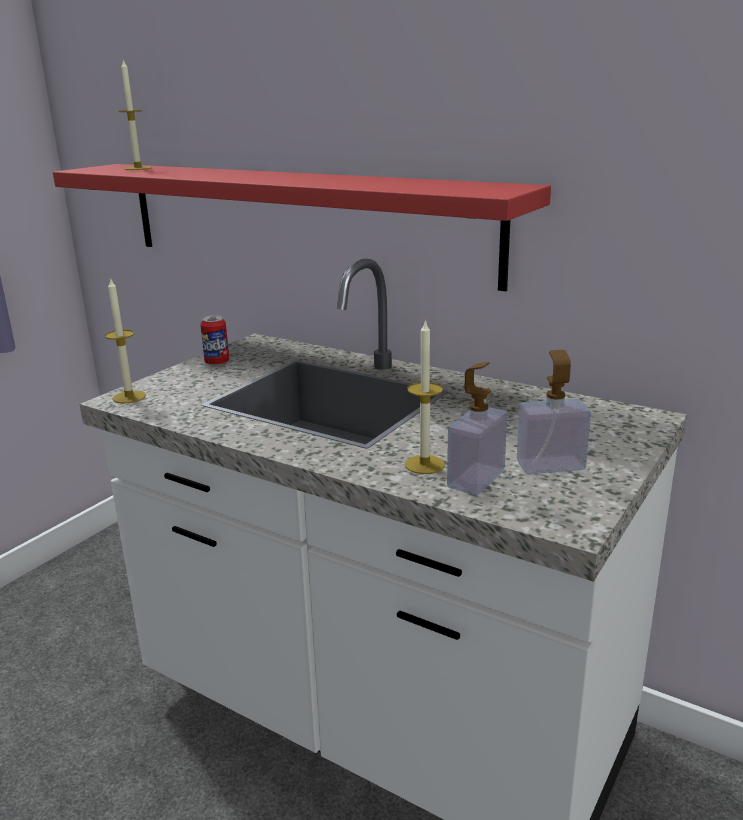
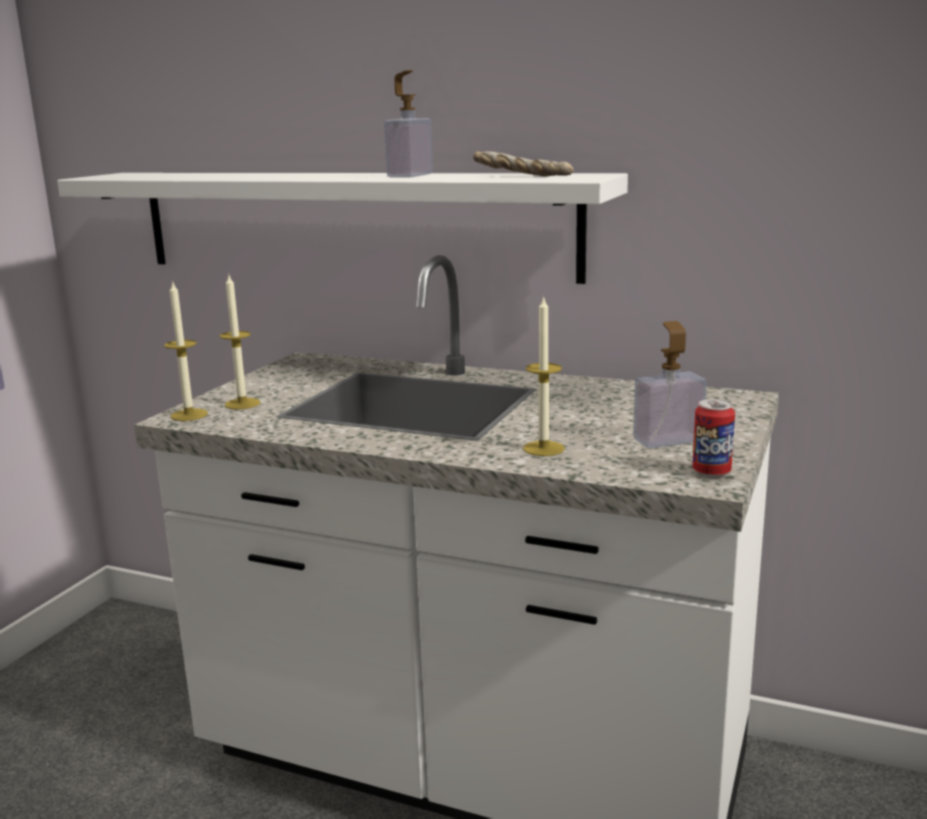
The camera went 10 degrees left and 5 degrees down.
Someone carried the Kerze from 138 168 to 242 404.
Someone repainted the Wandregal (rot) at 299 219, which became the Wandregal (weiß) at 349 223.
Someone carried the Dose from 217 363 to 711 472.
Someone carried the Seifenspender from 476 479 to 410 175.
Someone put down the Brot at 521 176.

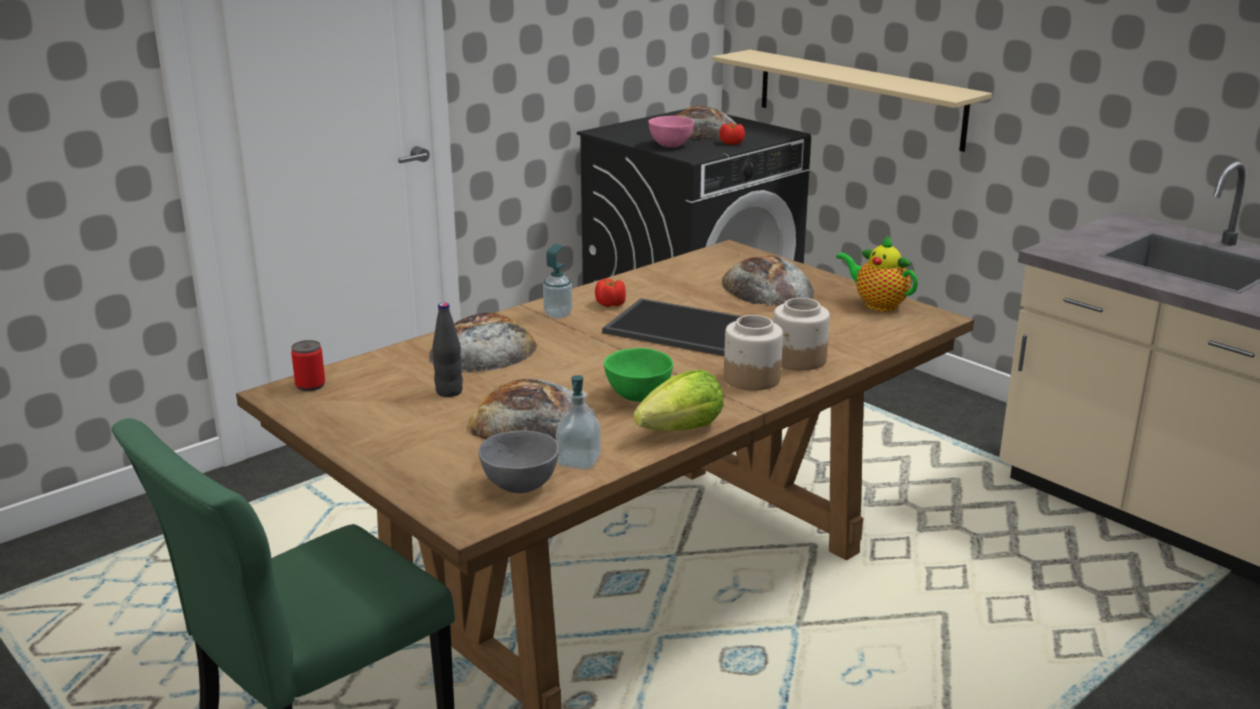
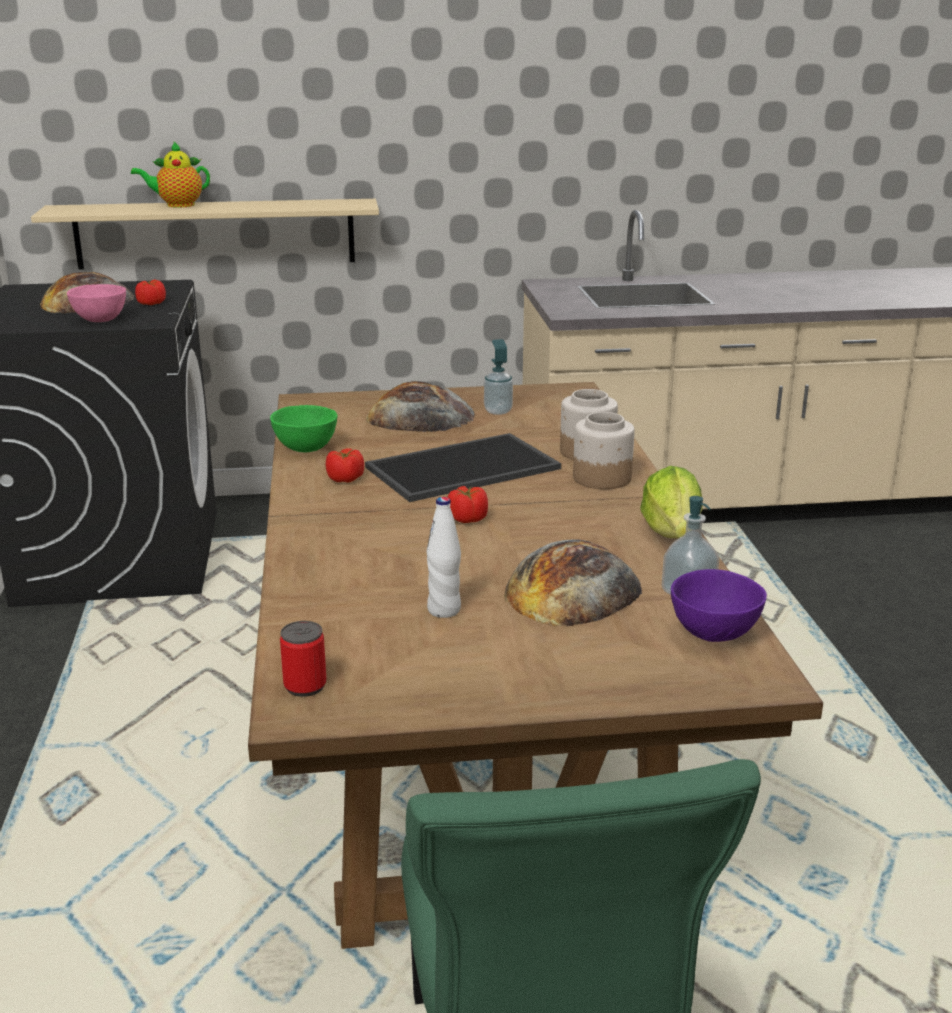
The camera went 55 degrees left and 0 degrees up.
Someone carried the Teekanne from 877 304 to 177 205.
Someone carried the Seifenspender from 558 314 to 498 411.
Someone repainted the Flasche (schwarz) at 449 392, which became the Flasche (weiß) at 444 610.
Someone took away the Brot at 483 350.
Someone carried the Schüssel (grün) from 638 395 to 305 448.
Someone repainted the Schüssel (grau) at 520 487, which became the Schüssel (lila) at 715 635.
Someone put down the Tomate at 467 519.

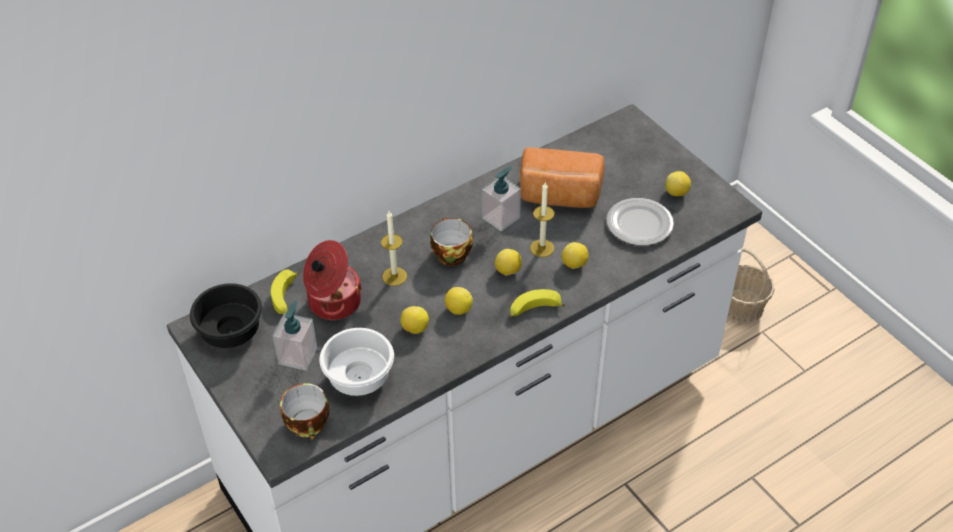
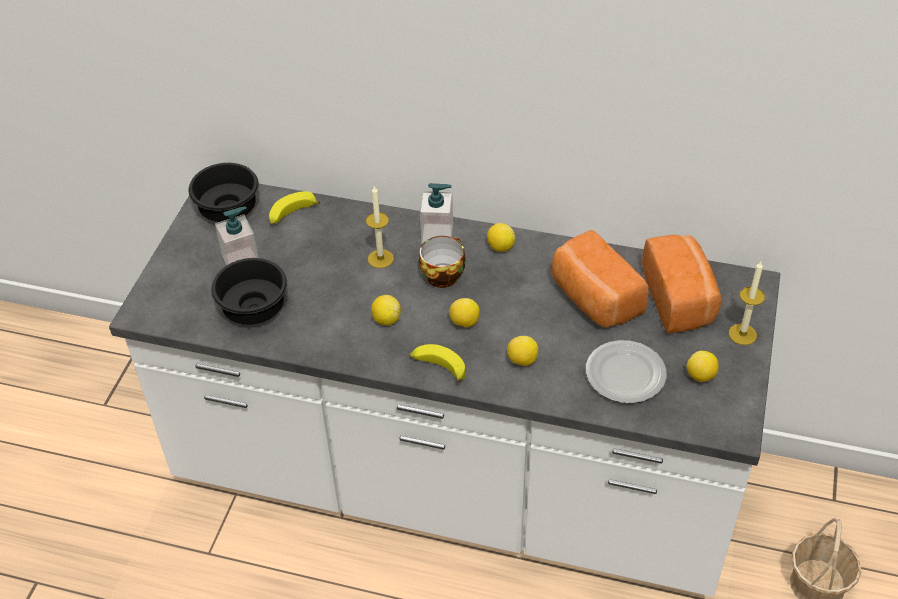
The camera went 50 degrees right and 0 degrees up.
Someone carried the Seifenspender from 501 217 to 437 234.
Someone carried the Kerze from 542 248 to 742 334.
Someone took away the Kochtopf at 333 302.
Someone carried the Zitrone from 414 328 to 500 247.
Someone repainted the Schüssel (weiß) at 358 376, which became the Schüssel (schwarz) at 254 307.
Someone took away the Tasse at 309 425.
Someone put down the Brot at 680 299.

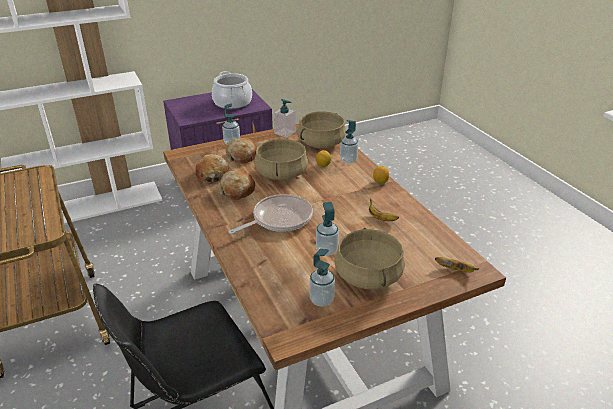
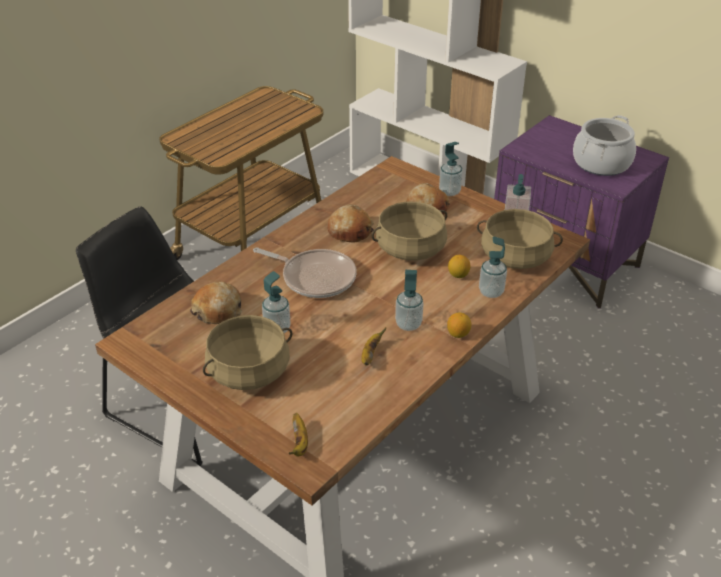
The camera went 65 degrees right and 5 degrees up.
Someone carried the Brot from 212 174 to 218 310.
Someone carried the Seifenspender from 321 300 to 408 324.

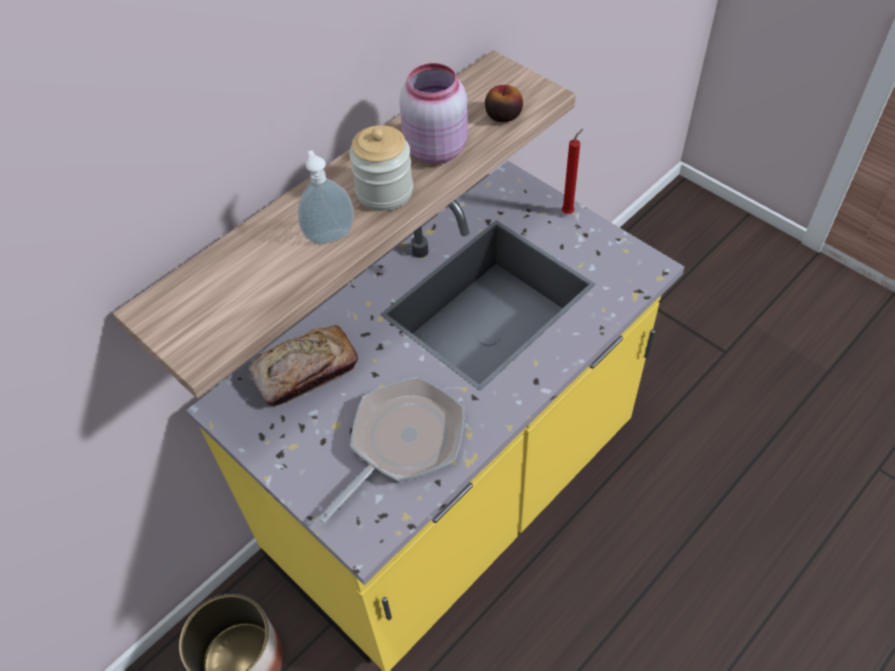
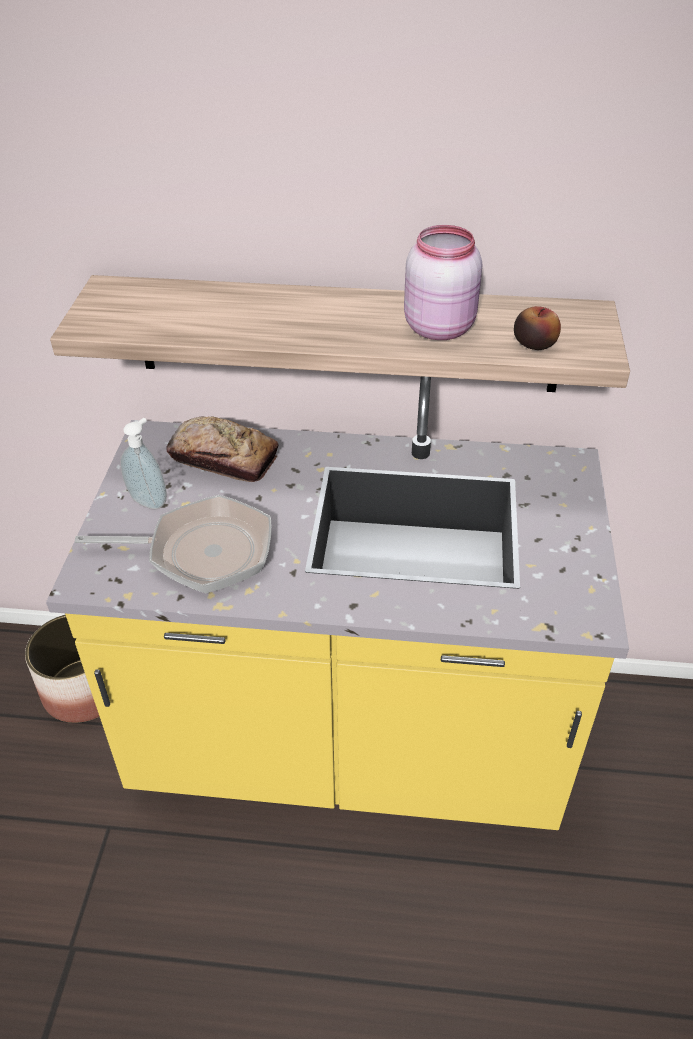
The camera went 50 degrees right and 10 degrees down.
Someone took away the Vorratsglas at 384 191.
Someone took away the Kerze (rot) at 569 212.
Someone carried the Seifenspender from 329 235 to 149 500.

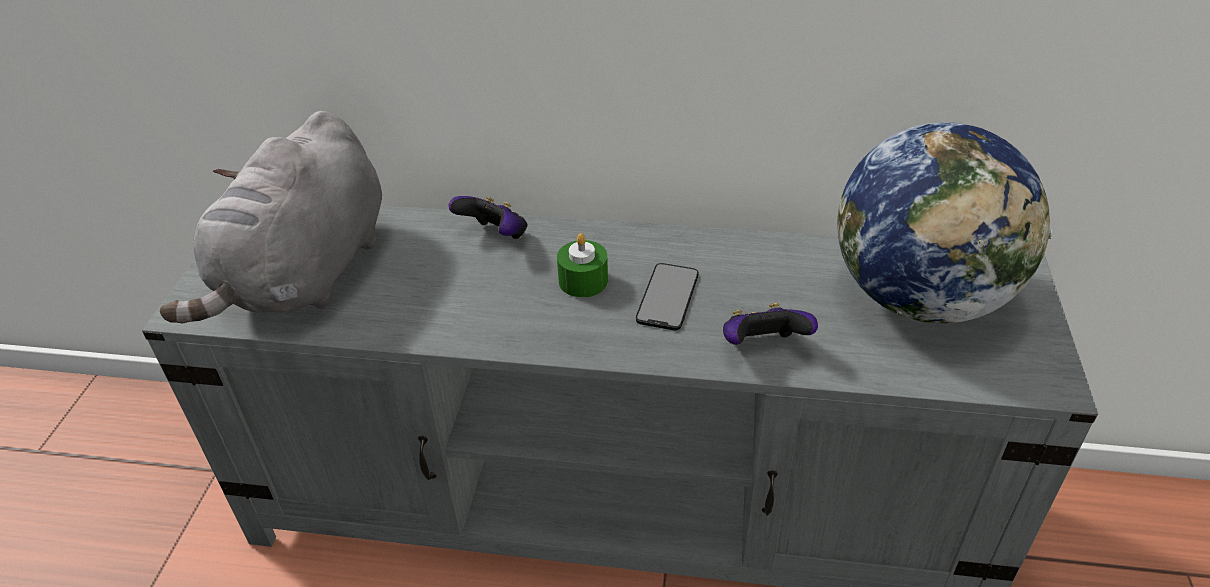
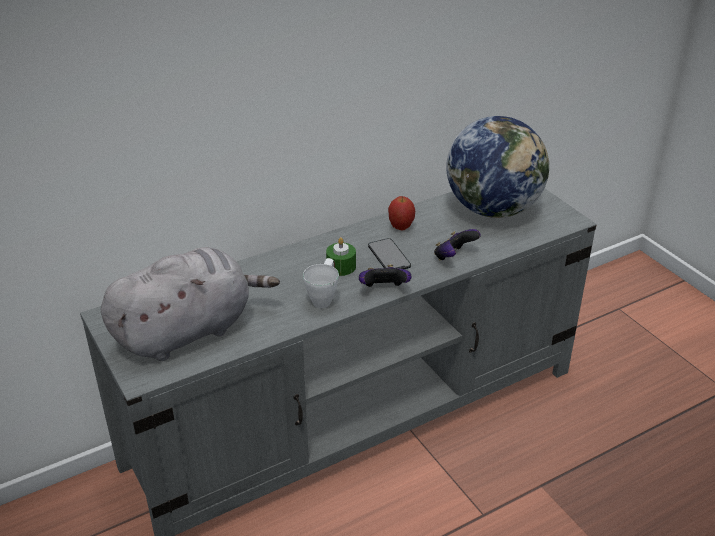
The camera went 40 degrees left and 5 degrees down.
Someone rotated the Plüschtier (grau) at 306 276 by 105 degrees counterclockwise.
Someone carried the Gamepad from 495 236 to 383 290.
Someone put down the Apfel at 401 227.
Someone put down the Henkelbecher (weiß) at 324 297.

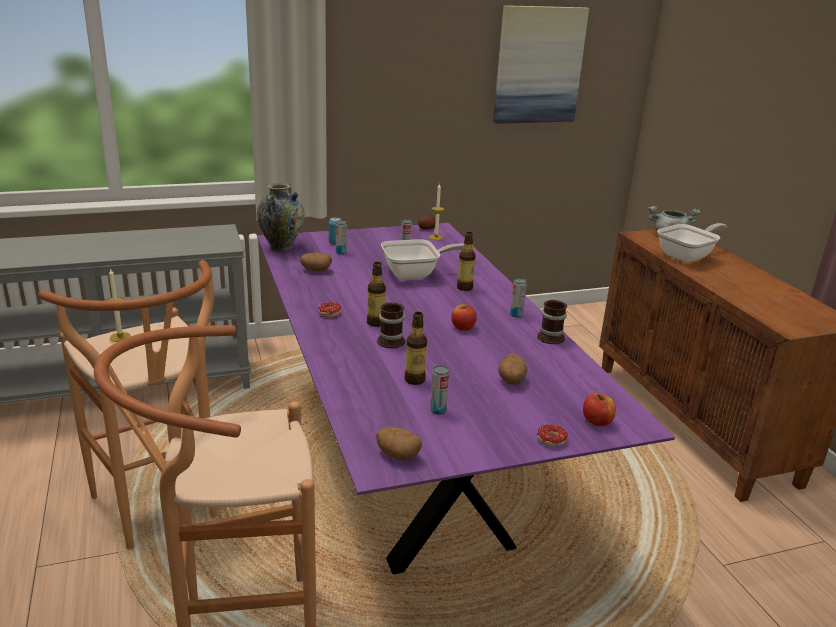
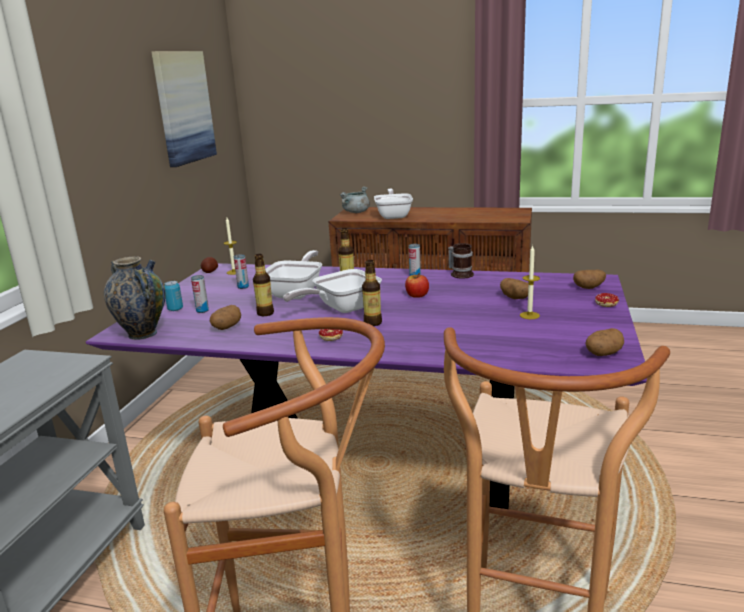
The camera went 55 degrees left and 5 degrees down.
Someone carried the Kerze from 120 337 to 529 315.
Someone took away the Henkelbecher at 392 340.
Someone carried the Flasche from 415 380 to 265 313.
Someone took away the Dose at 438 410.
Someone swapped the Apfel at 597 421 for the Kartoffel at 589 287.
Someone put down the Pfanne at 341 308.

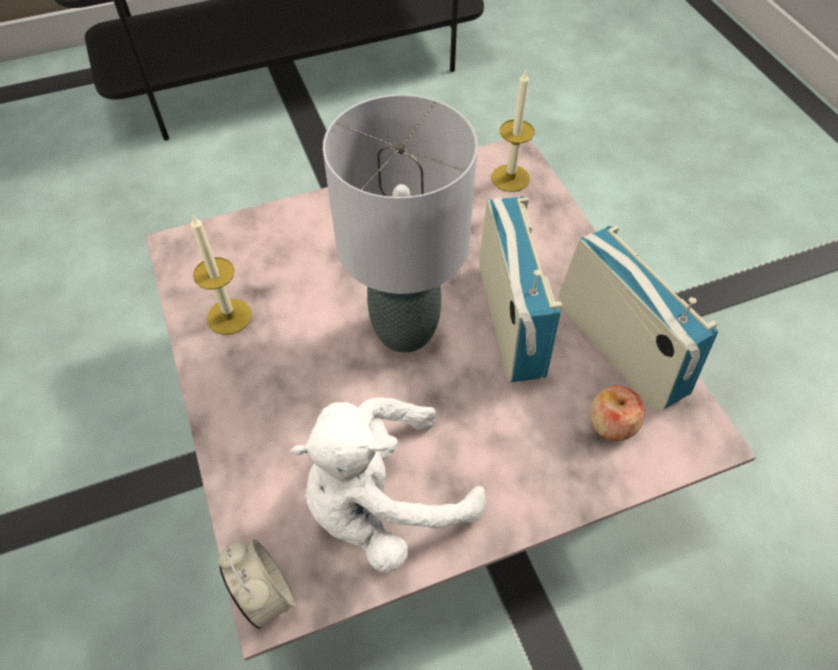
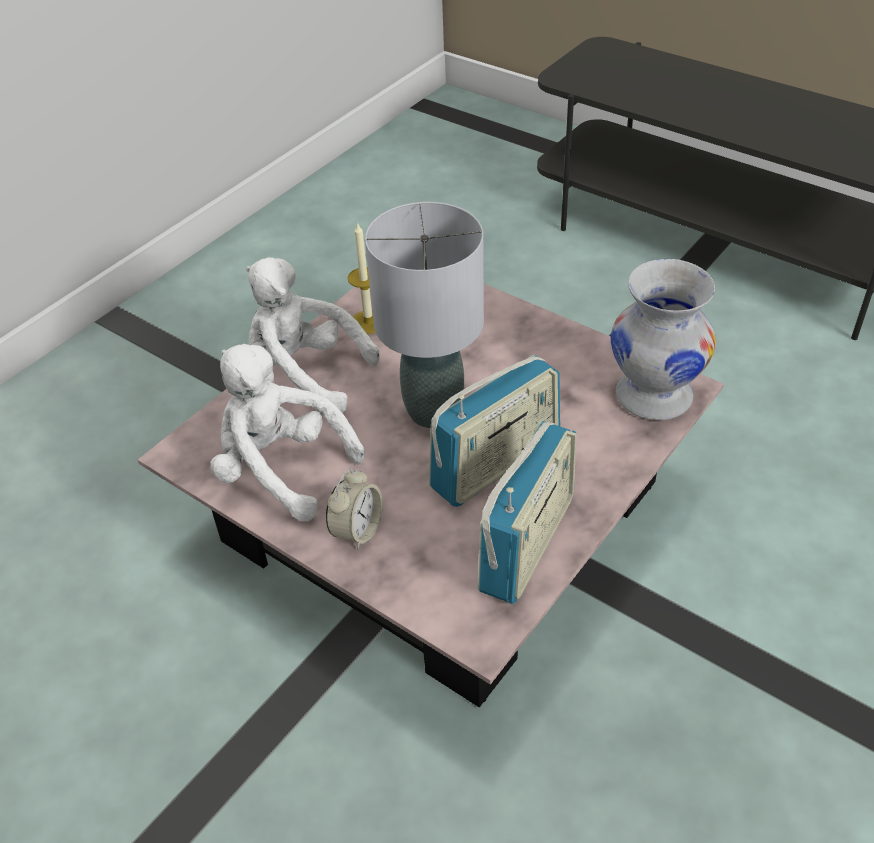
The camera went 60 degrees right and 10 degrees down.
Someone swapped the Kerze at 510 178 for the Vase (weiß) at 654 397.
Someone took away the Apfel at 612 423.
Someone carried the Wecker from 264 594 to 357 530.
Someone put down the Plüschtier (weiß) at 304 377.

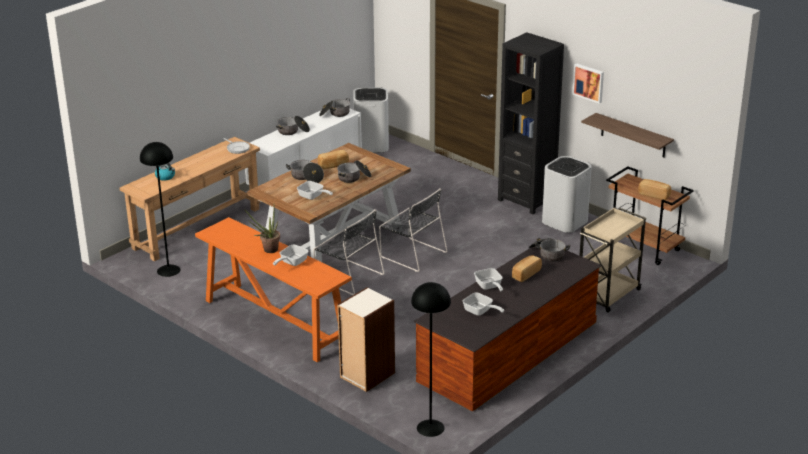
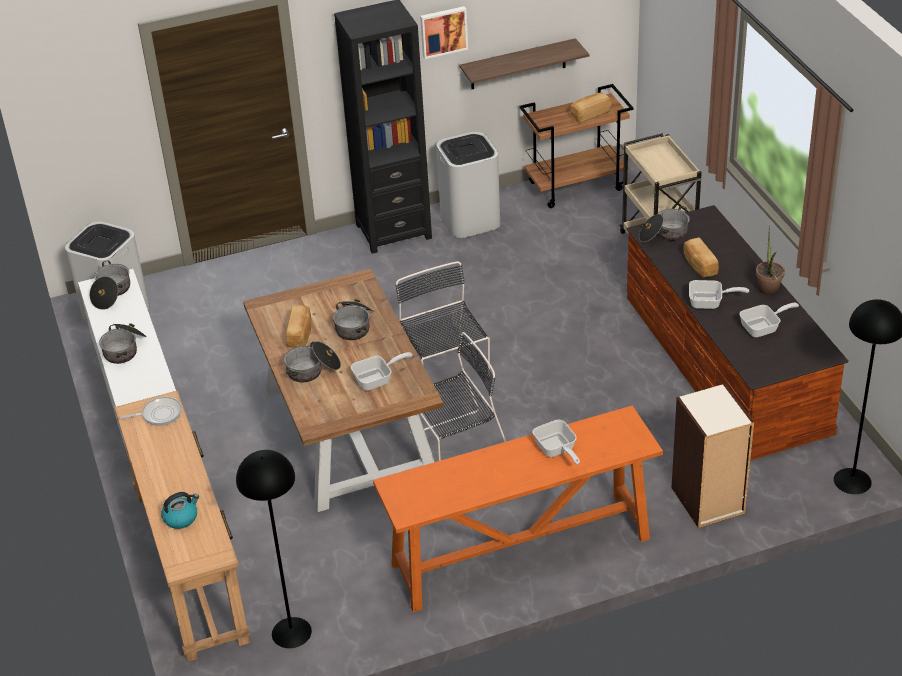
The camera went 60 degrees left and 10 degrees up.
Someone rotated the Stuhl (schwarz) at 412 254 by 90 degrees counterclockwise.
Someone carried the Topfpflanze from 267 250 to 768 292.

